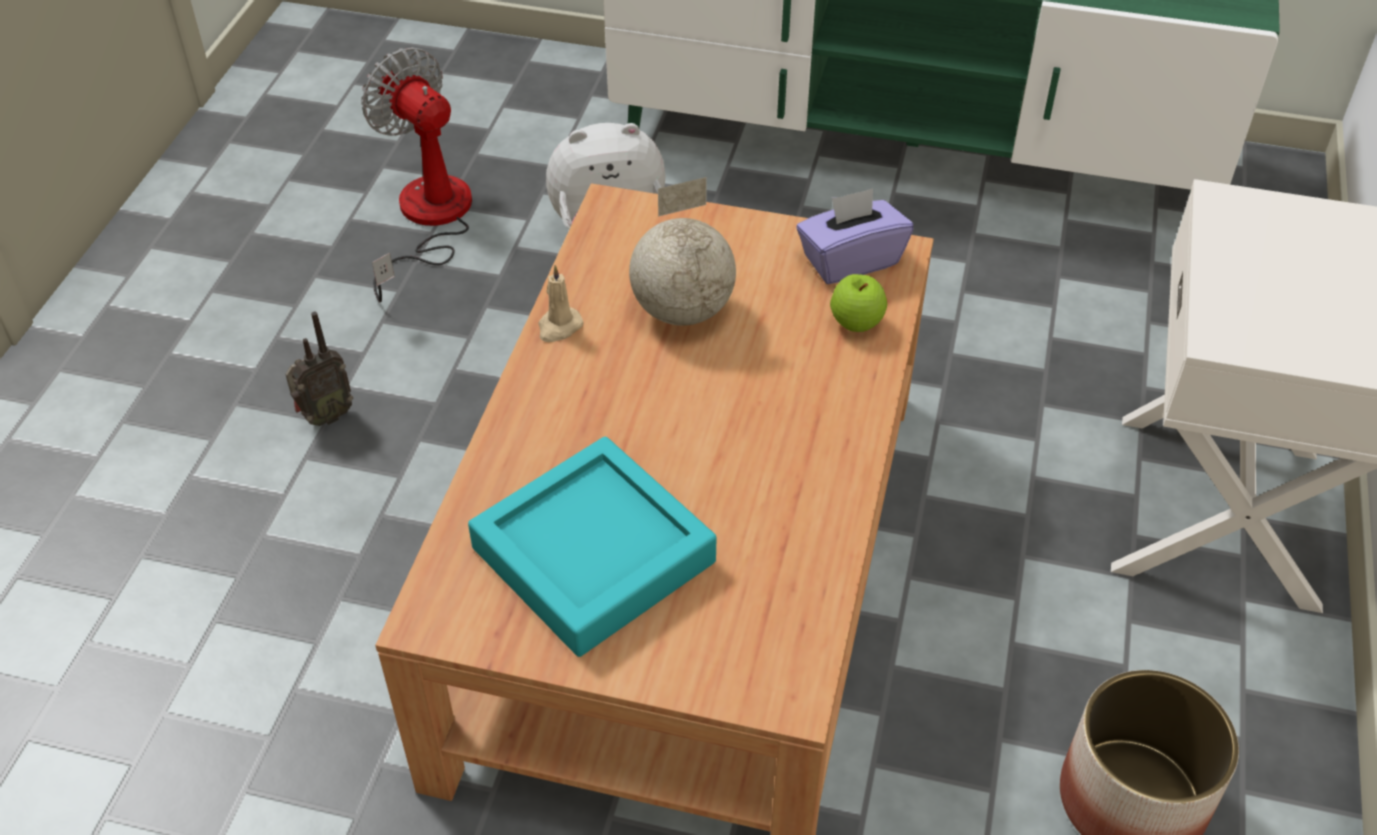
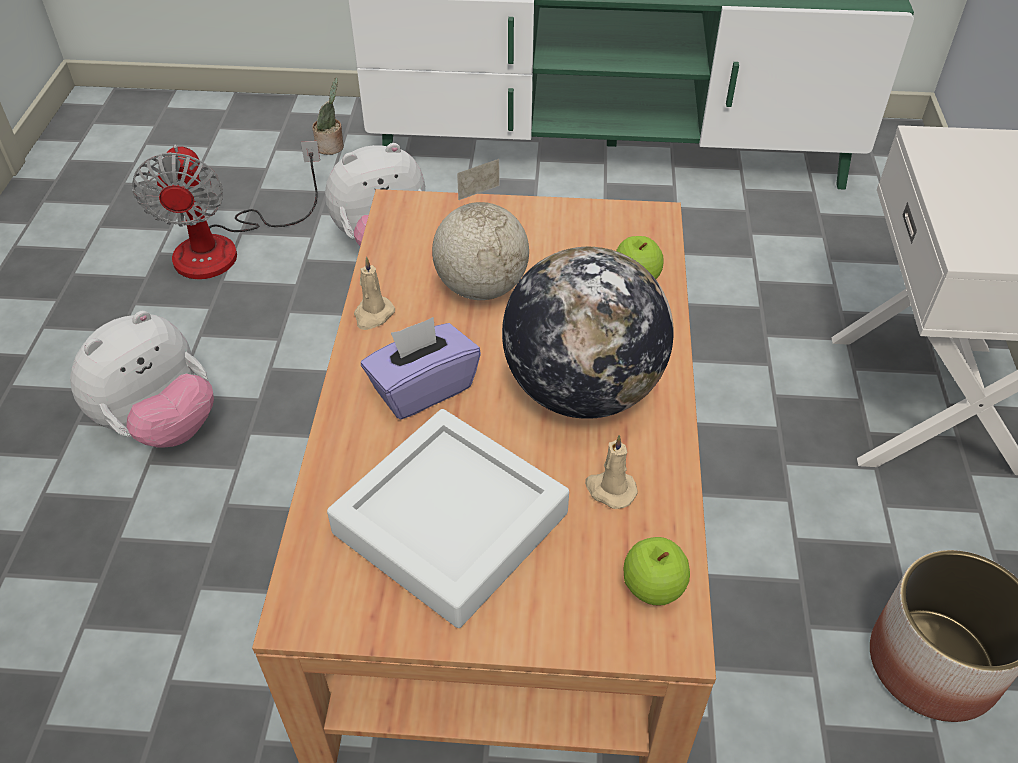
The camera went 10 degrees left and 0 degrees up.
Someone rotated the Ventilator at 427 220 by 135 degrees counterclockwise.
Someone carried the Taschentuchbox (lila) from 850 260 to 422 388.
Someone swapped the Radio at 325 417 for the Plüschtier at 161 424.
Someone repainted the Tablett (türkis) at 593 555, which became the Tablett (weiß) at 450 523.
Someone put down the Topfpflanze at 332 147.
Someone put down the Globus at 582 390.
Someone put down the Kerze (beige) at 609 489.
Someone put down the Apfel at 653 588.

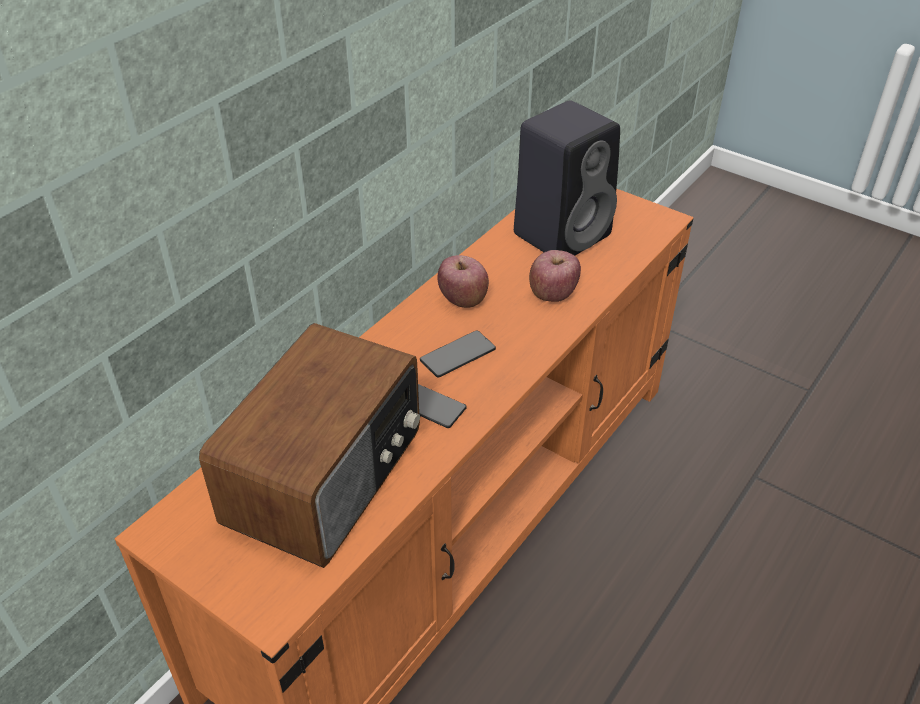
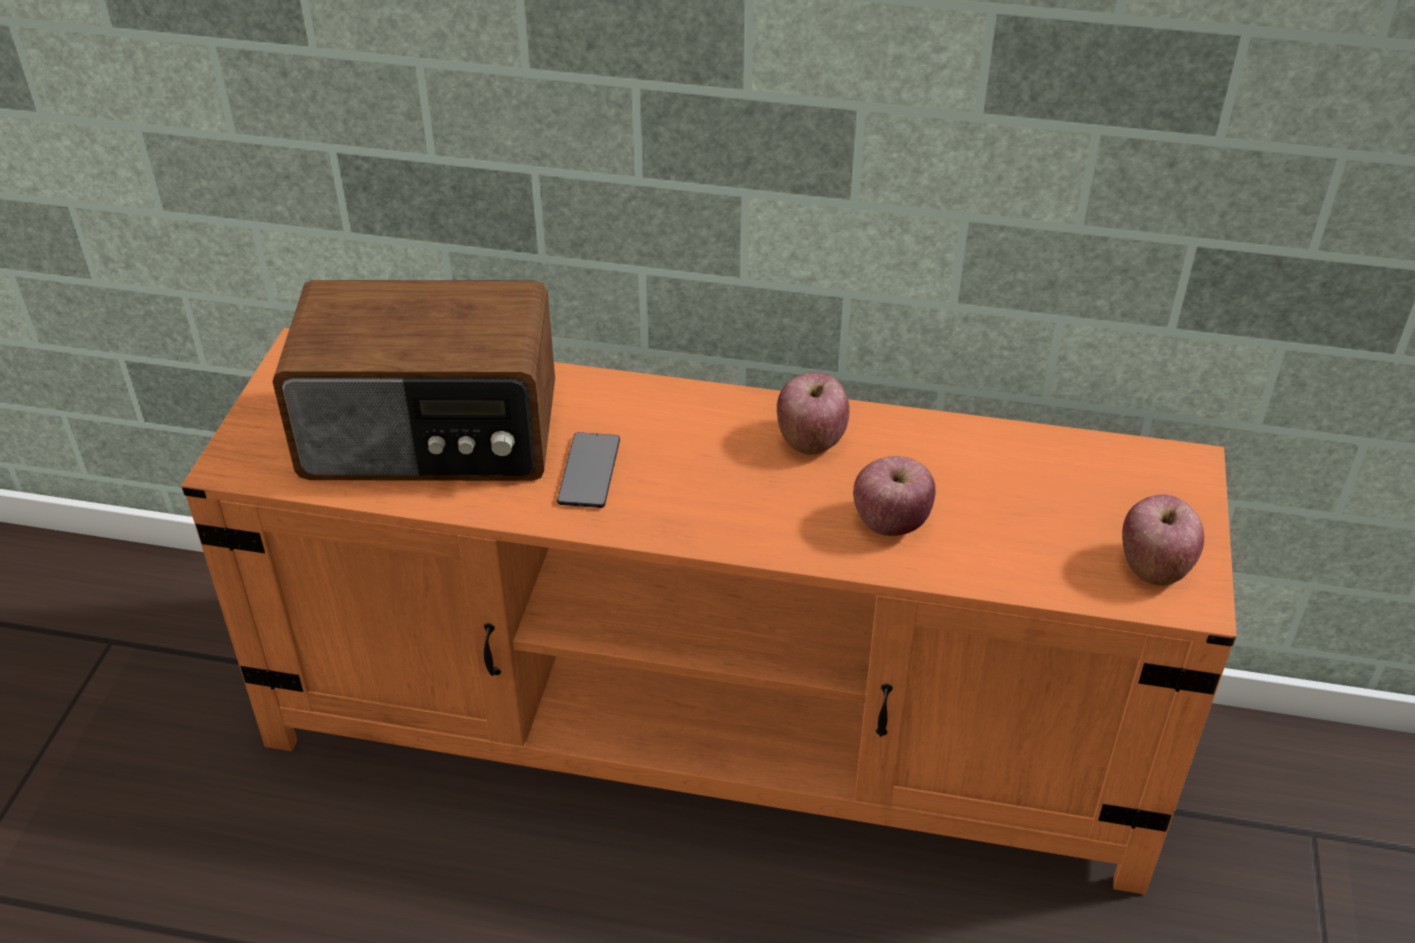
The camera went 65 degrees right and 0 degrees up.
Someone took away the Lautsprecher (schwarz) at 563 233.
Someone took away the Handy at 458 355.
Someone put down the Apfel at 1154 567.

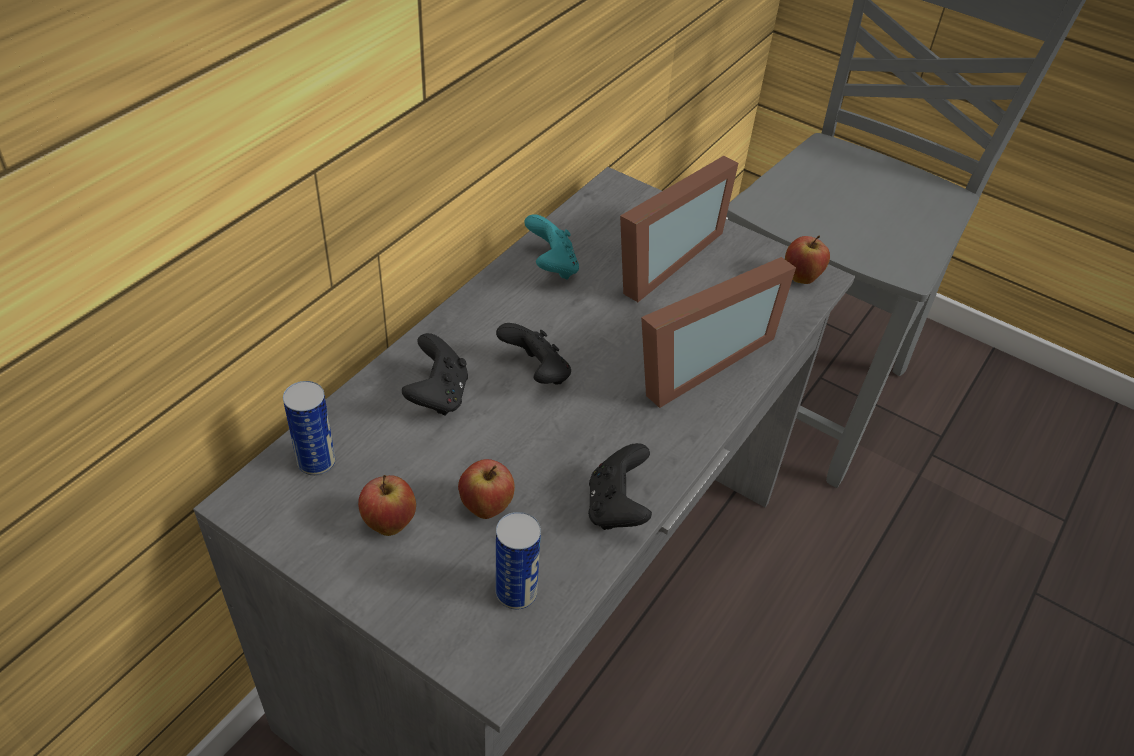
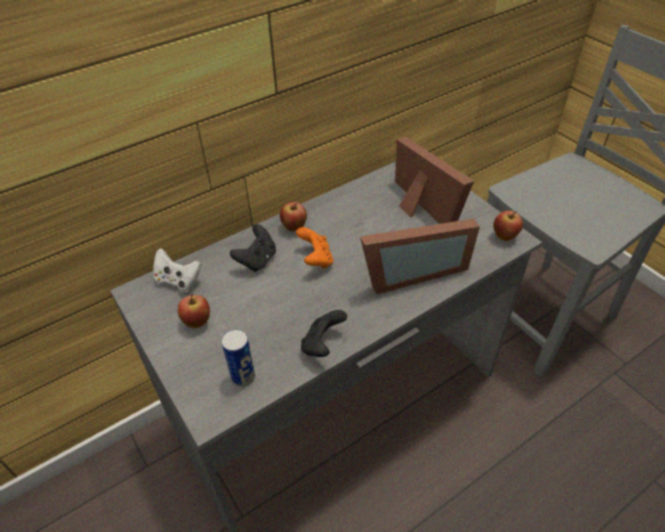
The camera went 25 degrees right and 0 degrees up.
Someone rotated the Bilderrahmen at 657 259 by 90 degrees counterclockwise.
Someone took away the Gamepad (türkis) at 552 266.
Someone repainted the Gamepad (schwarz) at 536 373, which became the Gamepad (orange) at 316 259.
Someone swapped the Dose at 316 462 for the Gamepad (weiß) at 178 281.
Someone carried the Apfel from 486 507 to 294 227.

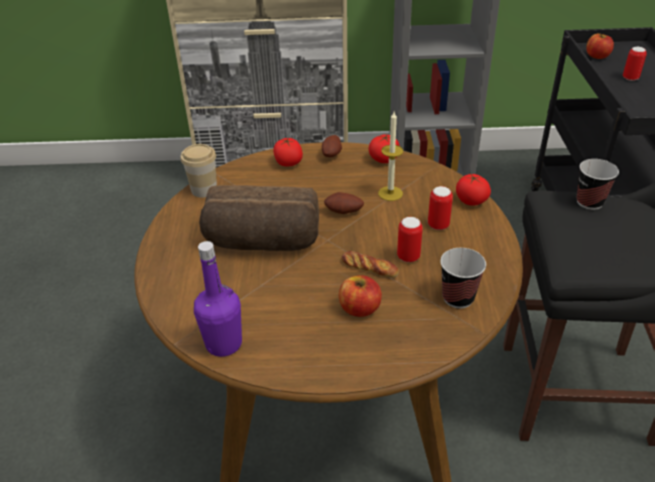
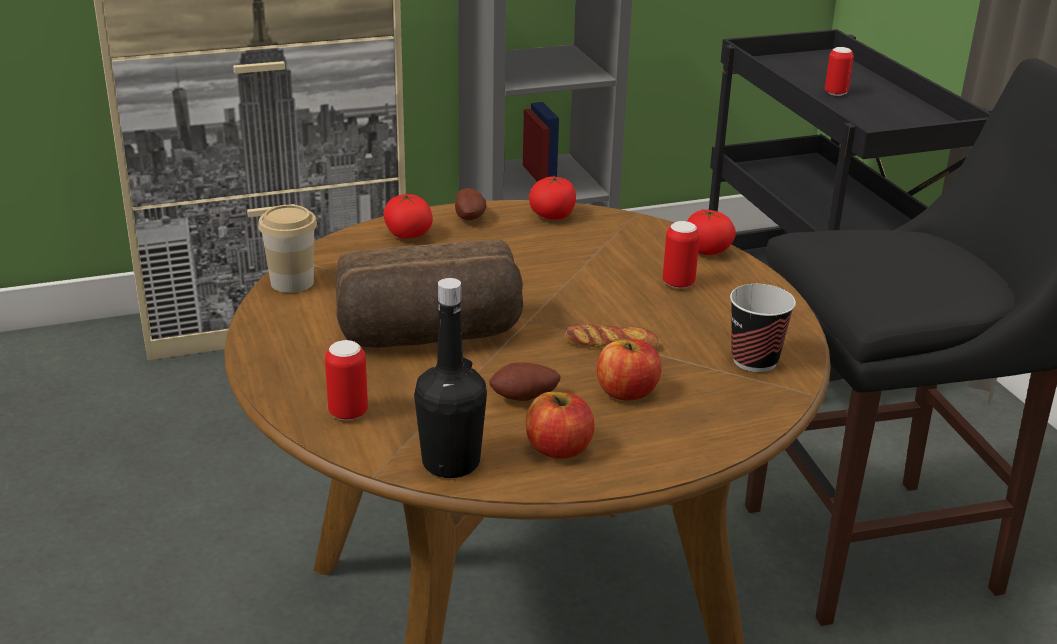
The camera went 20 degrees left and 10 degrees down.
Someone carried the Apfel from 597 56 to 558 449.
Someone took away the Kerze at 390 193.
Someone took away the Tasse at 589 202.
Someone carried the Kartoffel from 343 212 to 524 399.
Someone carried the Dose from 408 257 to 348 413.
Someone repainted the Flasche (lila) at 224 343, which became the Flasche (schwarz) at 451 462.

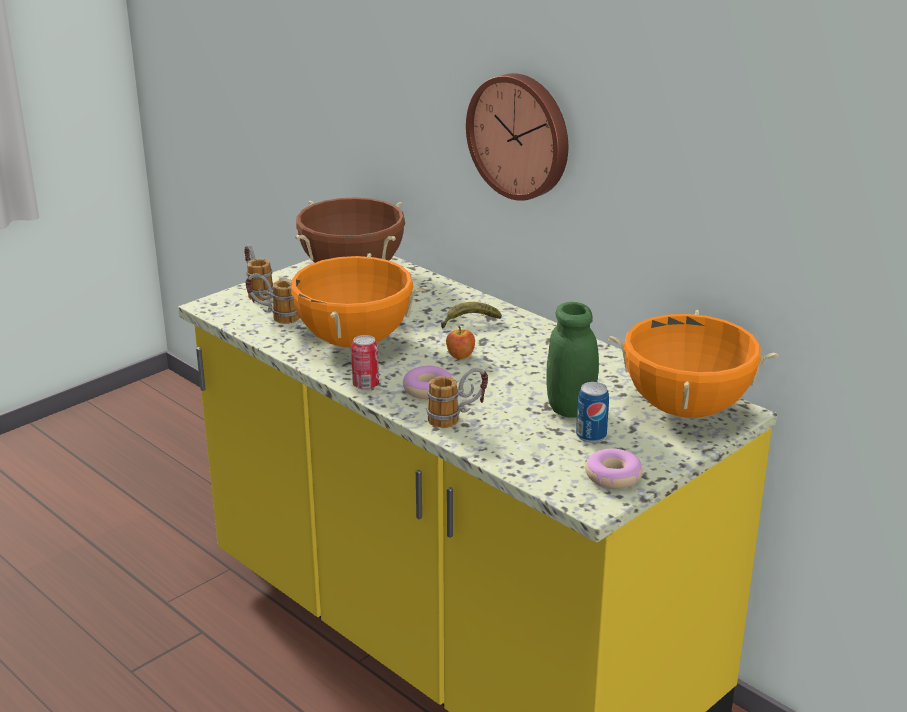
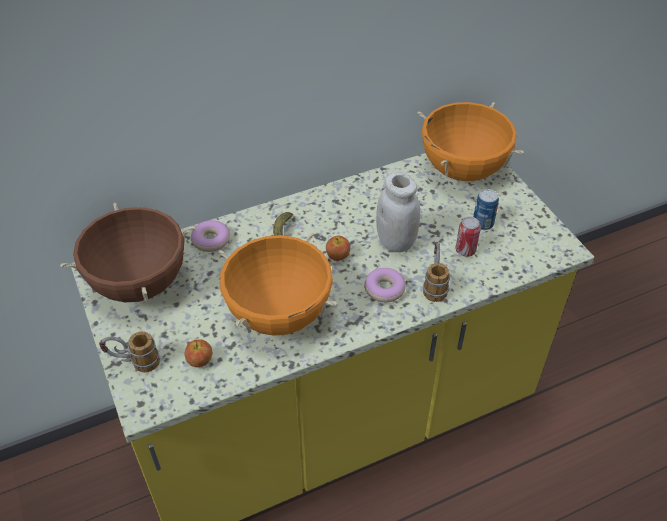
The camera went 70 degrees left and 20 degrees up.
Someone took away the Wanduhr at 521 135.
Someone swapped the Henkelbecher at 274 317 for the Apfel at 200 360.
Someone took away the Vorratsglas (grün) at 570 408.
Someone carried the Dose from 365 385 to 465 250.
Someone carried the Donut from 613 476 to 211 240.
Someone put down the Vorratsglas (weiß) at 396 242.

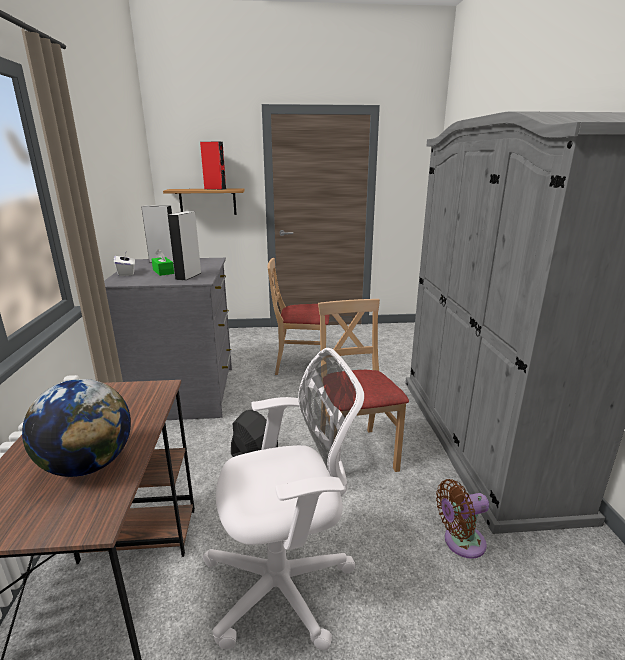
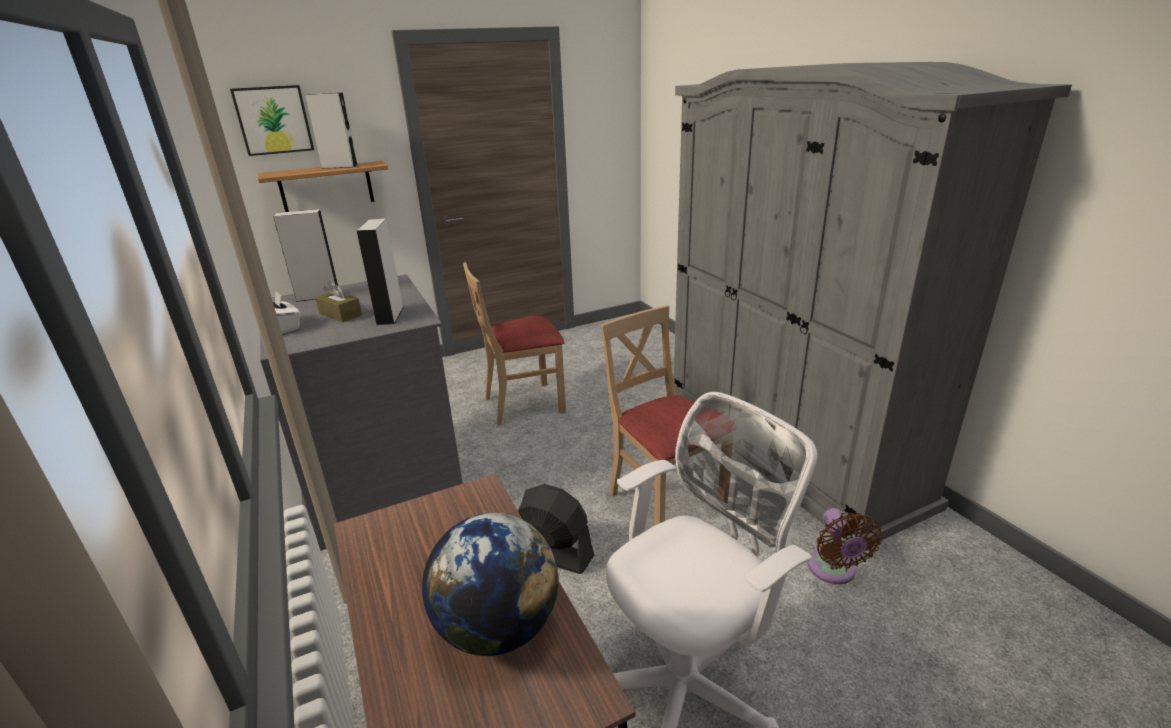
The camera went 20 degrees left and 5 degrees up.
Someone repainted the Lautsprecher (rot) at 215 189, which became the Lautsprecher (grau) at 339 167.
Someone repainted the Taschentuchbox (grün) at 163 271, which became the Taschentuchbox (braun) at 340 314.
Someone rotated the Ventilator (braun) at 460 542 by 60 degrees counterclockwise.
Someone put up the Bild at 273 120.

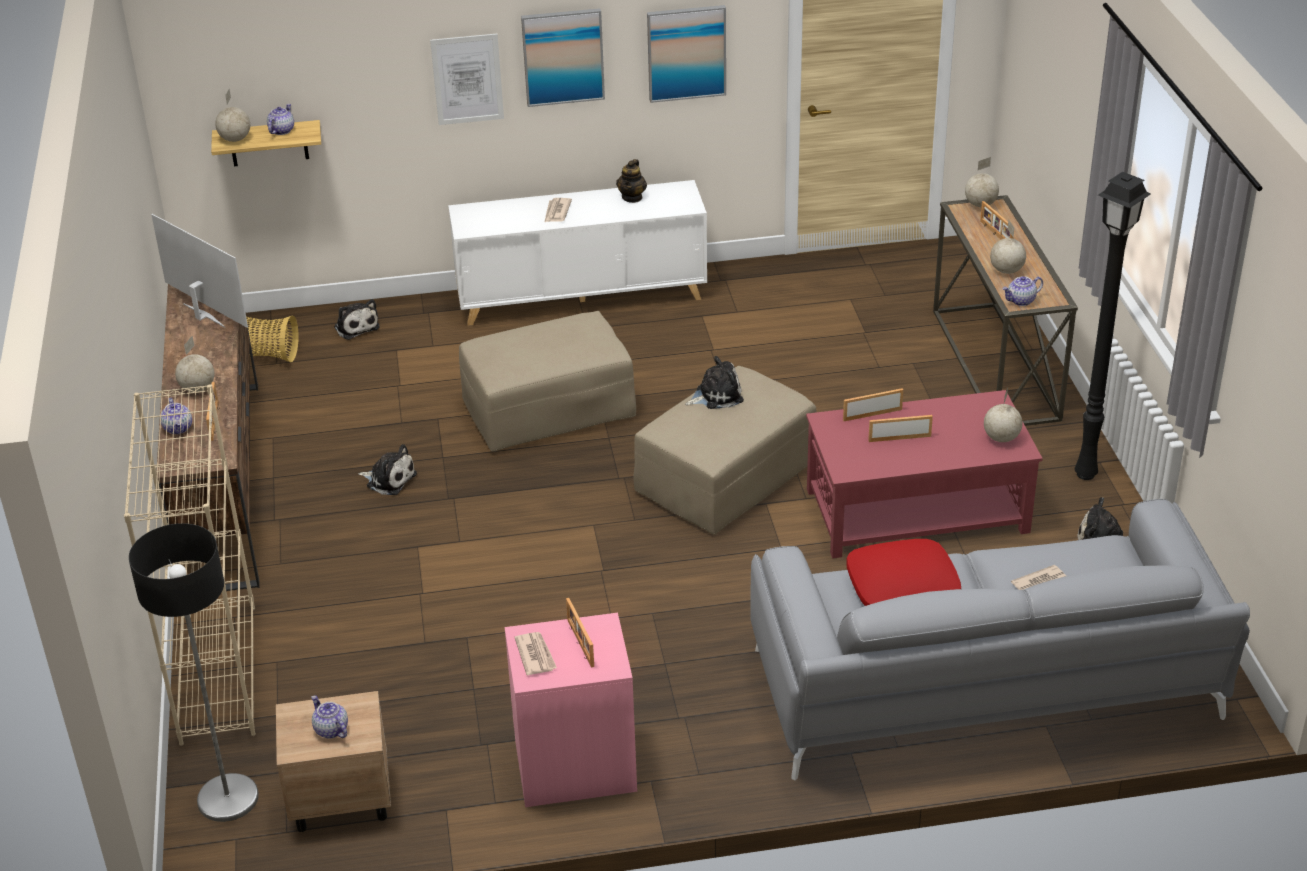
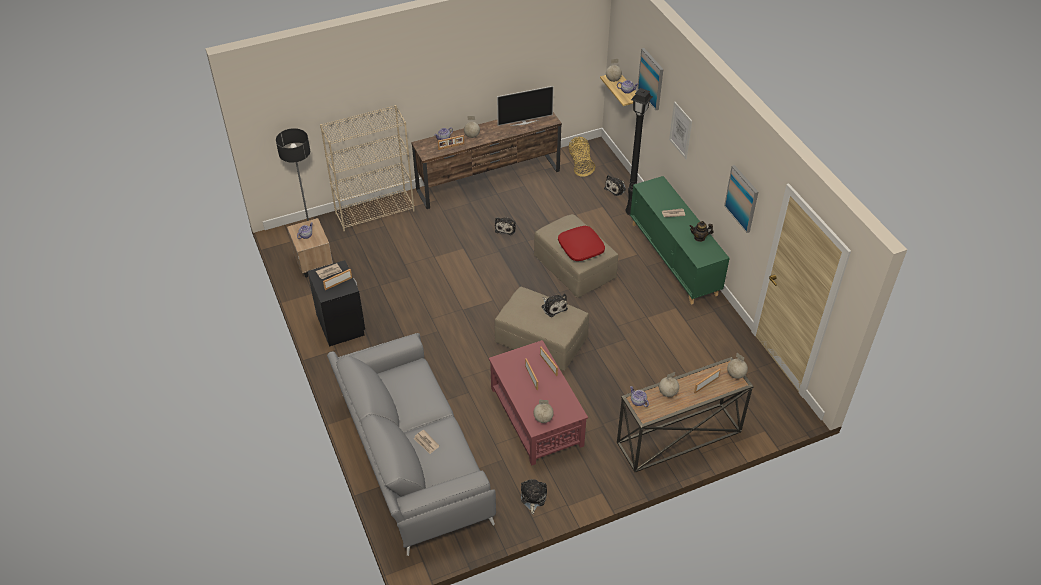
The camera went 75 degrees right and 10 degrees up.
Someone carried the Bild from 563 56 to 651 79.
Someone carried the Stehlampe (schwarz) from 1086 475 to 629 213.
Someone repainted the Schrank (weiß) at 582 297, which became the Schrank (grün) at 674 259.
Someone rotated the Fernseher at 203 316 by 45 degrees clockwise.
Someone carried the Kissen (rot) from 902 587 to 580 248.
Someone repainted the Nachttisch (rosa) at 575 765, which became the Nachttisch (schwarz) at 341 324.

